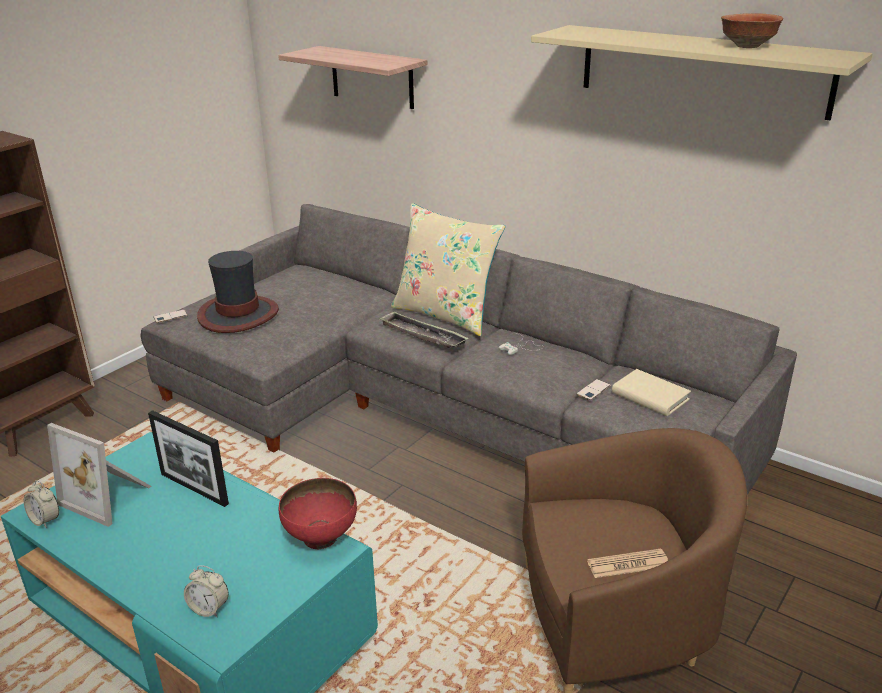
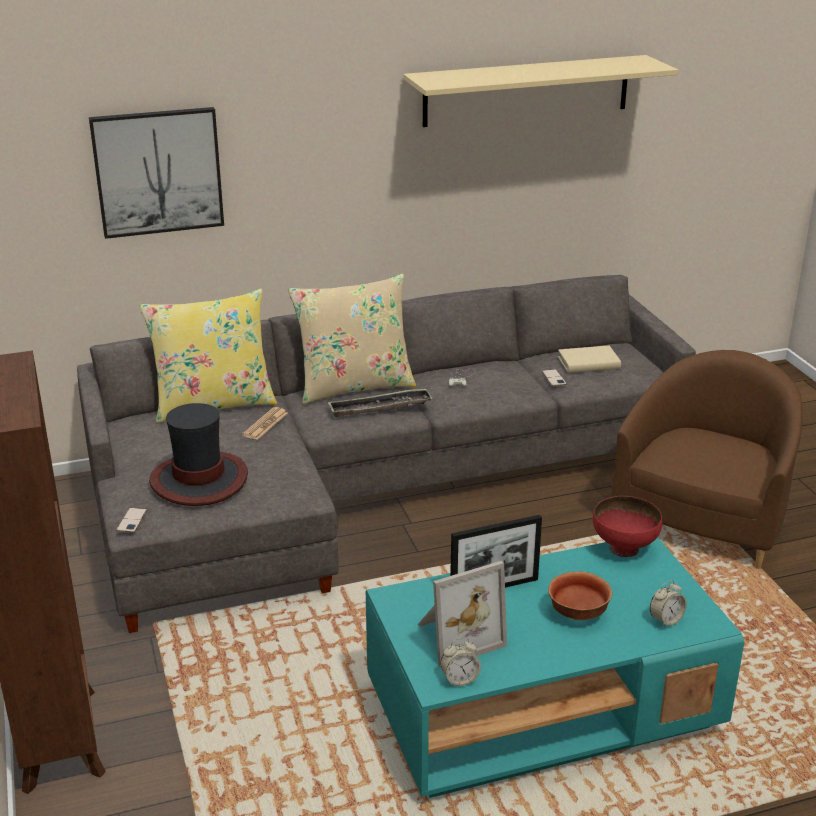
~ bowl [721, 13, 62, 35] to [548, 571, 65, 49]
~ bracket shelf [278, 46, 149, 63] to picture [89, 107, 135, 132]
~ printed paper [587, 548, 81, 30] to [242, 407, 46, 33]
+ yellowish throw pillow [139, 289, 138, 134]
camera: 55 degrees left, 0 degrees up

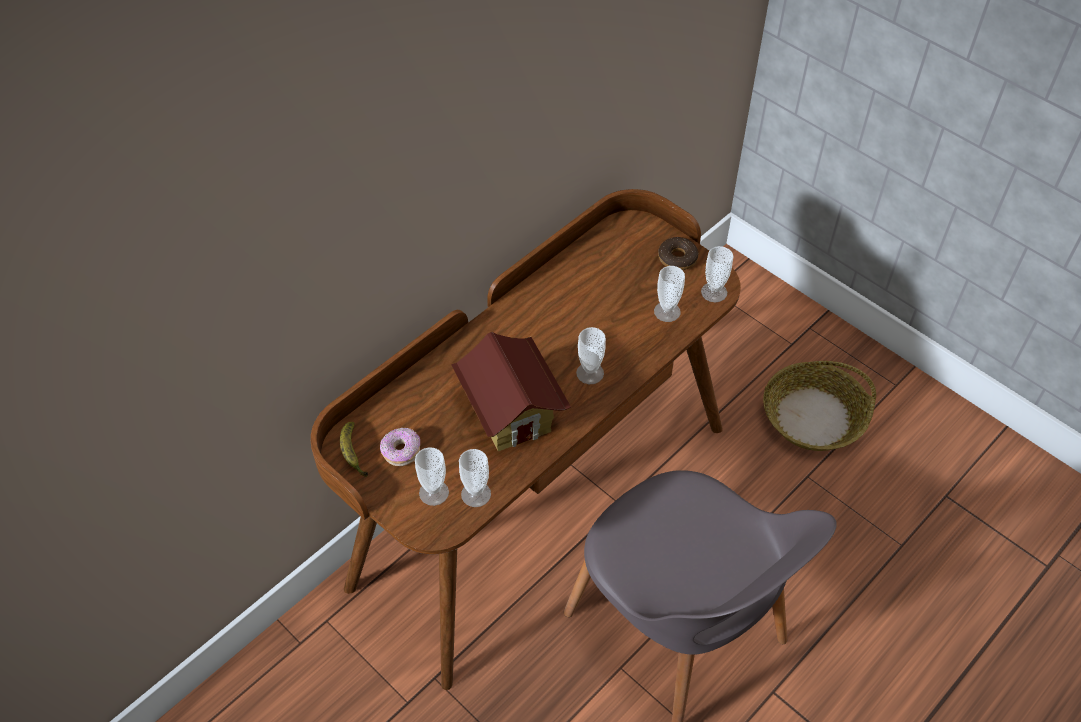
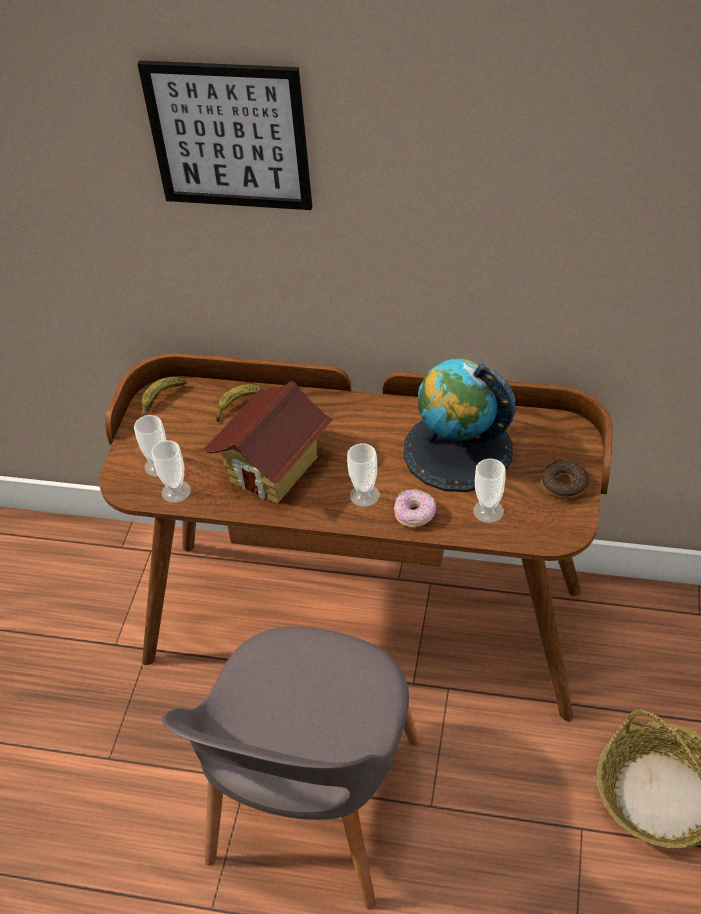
- cup [701, 246, 32, 56]
~ doughnut [380, 428, 40, 38] to [394, 489, 42, 38]
+ picture [138, 60, 174, 150]
+ globe [403, 358, 112, 134]
+ banana fruit [216, 384, 52, 38]
camera: 60 degrees right, 5 degrees down

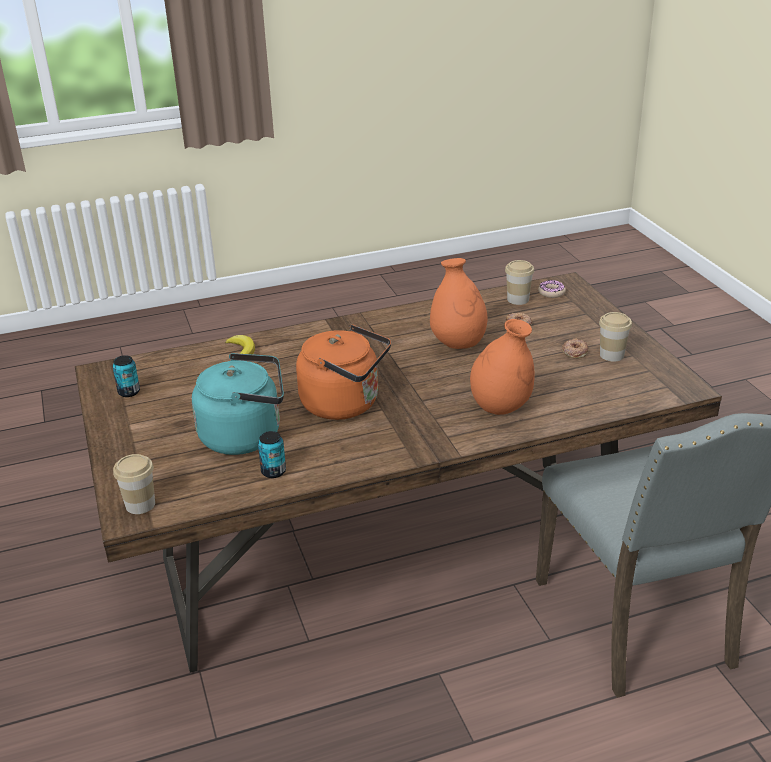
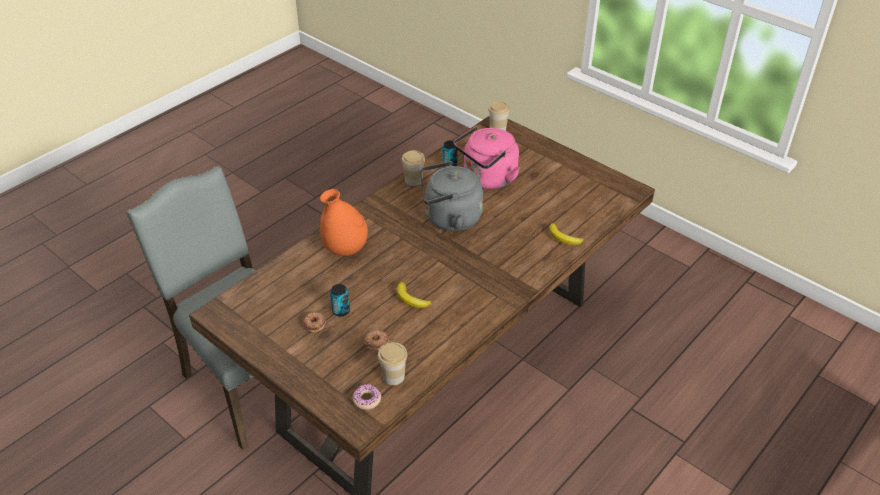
~ orangey decorative vase [430, 258, 57, 91] to banana fruit [397, 282, 35, 26]
~ cup [599, 312, 33, 49] to [402, 150, 23, 36]
~ orangey water kettle [296, 324, 95, 96] to gray water kettle [420, 161, 63, 70]
~ turquoise-coloured water kettle [192, 353, 92, 102] to pink-coloured water kettle [453, 126, 67, 63]
~ can [112, 355, 28, 42] to [330, 284, 20, 33]
camera: 150 degrees right, 10 degrees up

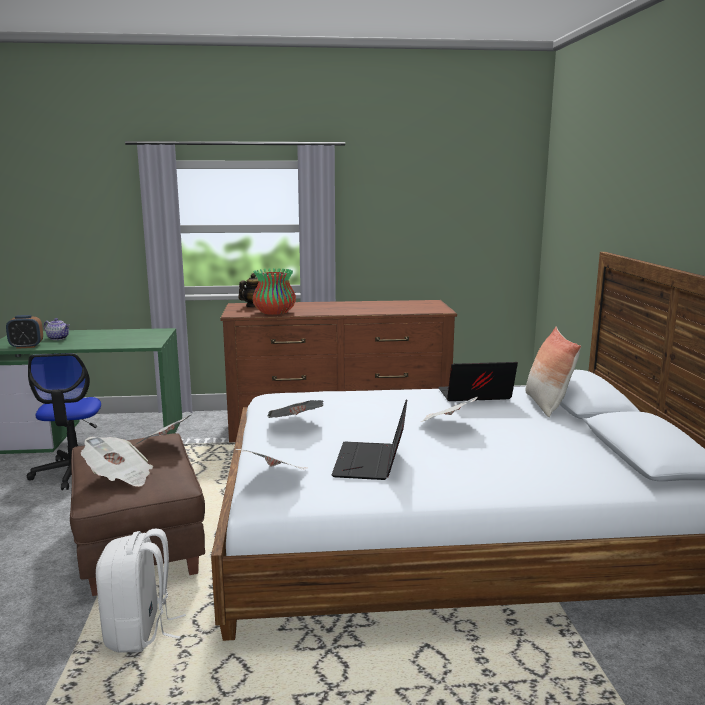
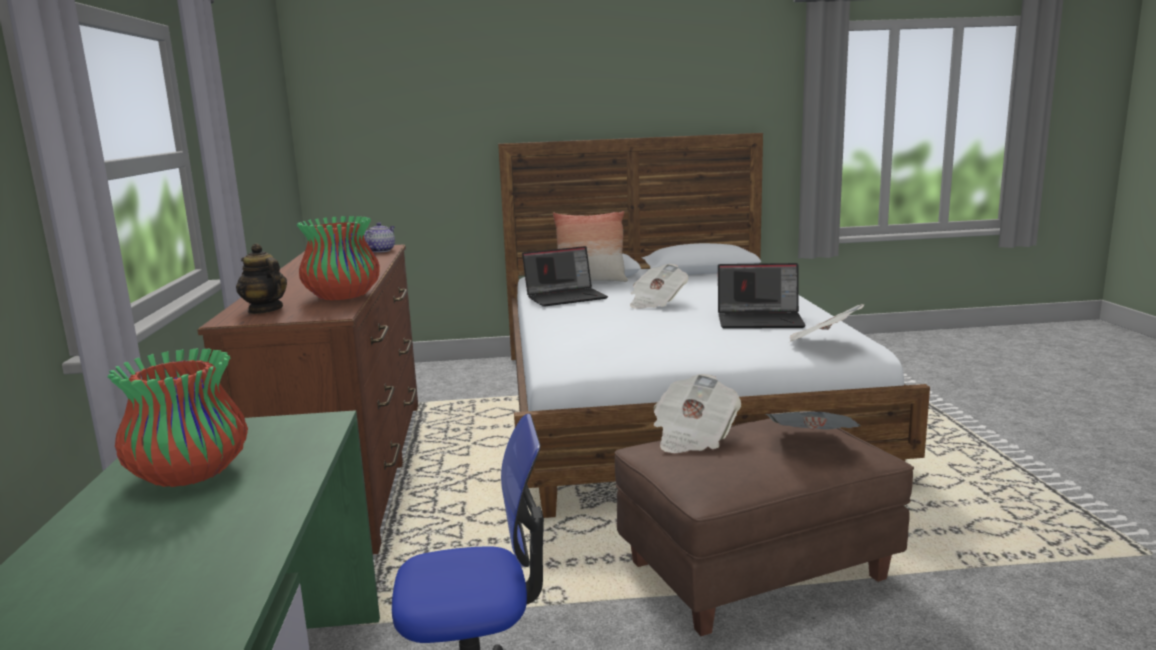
- alarm clock [6, 315, 37, 34]
~ teapot [44, 318, 26, 22] to [364, 222, 31, 31]
~ portable computer [438, 362, 80, 39] = [522, 246, 86, 61] 105 degrees counterclockwise
- printed paper [267, 400, 57, 18]
- white rucksack [96, 529, 90, 124]
+ decorative vase [107, 348, 141, 139]
camera: 90 degrees left, 0 degrees up

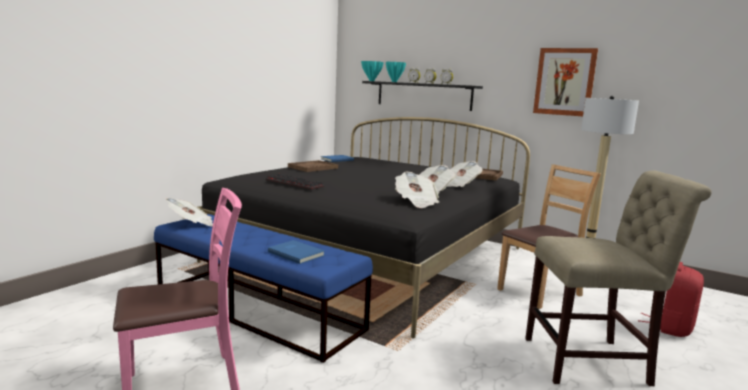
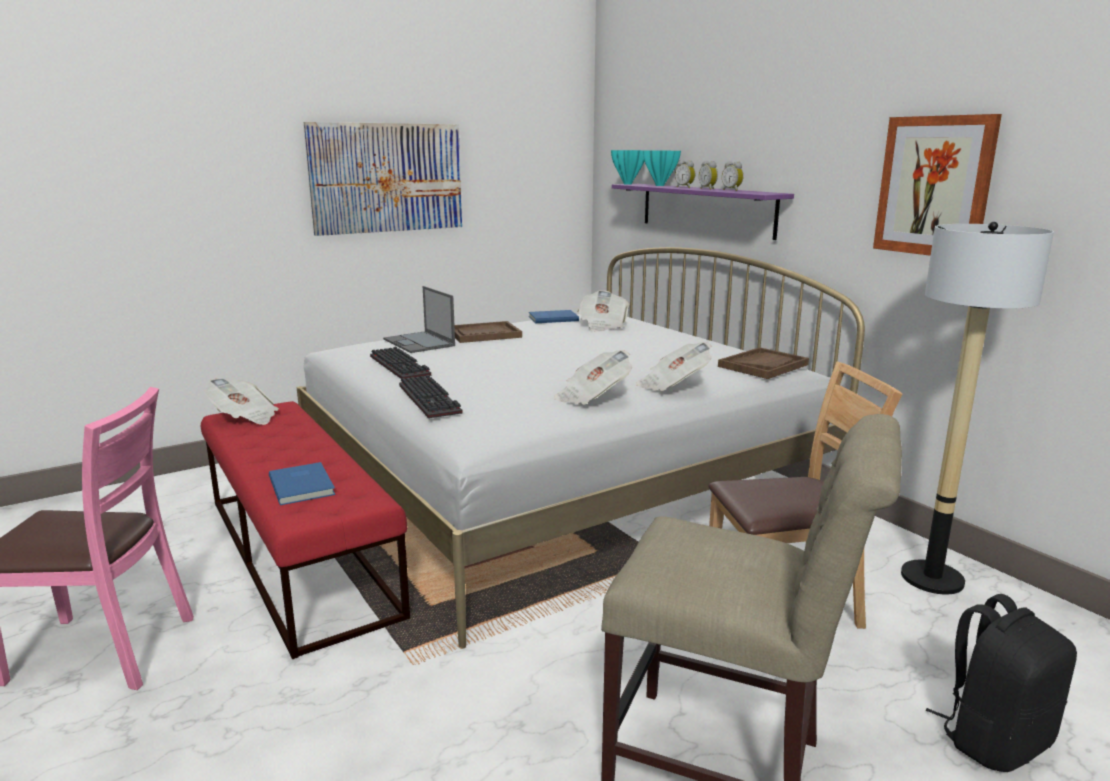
~ blackish bracket shelf [362, 81, 121, 30] to purple-coloured bracket shelf [612, 184, 182, 56]
~ blackish bed [197, 117, 333, 222] to white bed [297, 247, 568, 402]
~ printed paper [395, 172, 44, 36] to [577, 290, 52, 42]
~ blue long seat [154, 214, 219, 149] to red-coloured long seat [201, 401, 209, 258]
~ red-coloured rucksack [638, 262, 66, 75] to blackish rucksack [926, 594, 151, 178]
+ picture [304, 122, 158, 114]
+ portable computer [383, 286, 72, 67]
+ computer keyboard [399, 375, 64, 43]
camera: 25 degrees right, 5 degrees up

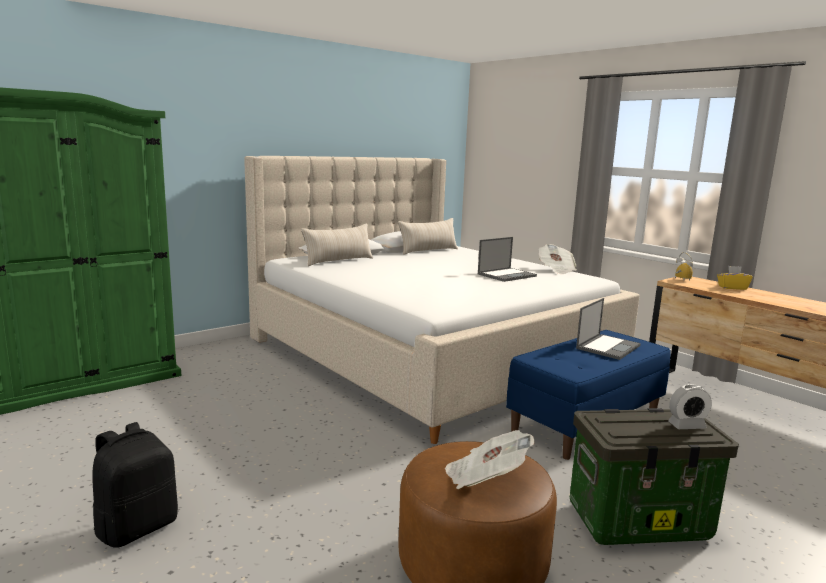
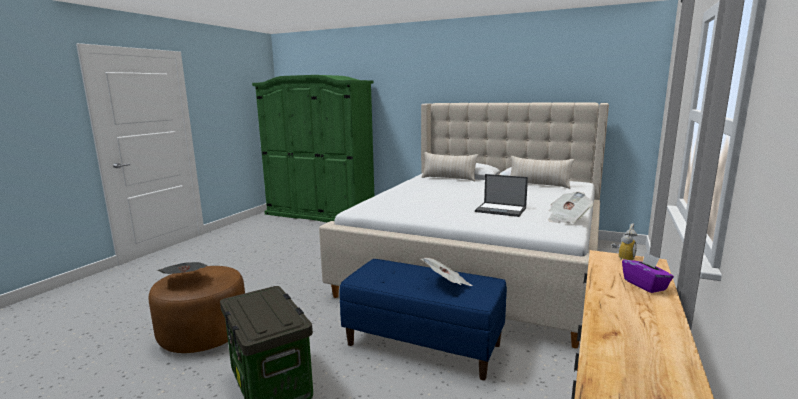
~ yellowish tissue box [717, 266, 36, 24] to purple-coloured tissue box [622, 253, 52, 40]
~ portable computer [576, 298, 65, 62] to printed paper [421, 258, 52, 28]
- alarm clock [668, 384, 44, 45]
- blackish rucksack [92, 422, 86, 126]
camera: 65 degrees right, 0 degrees up

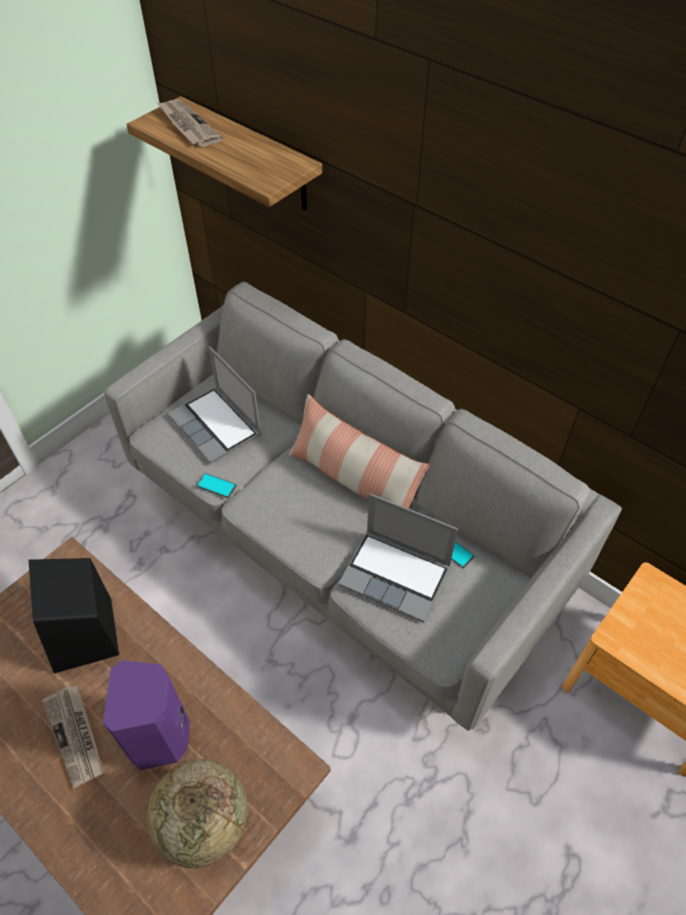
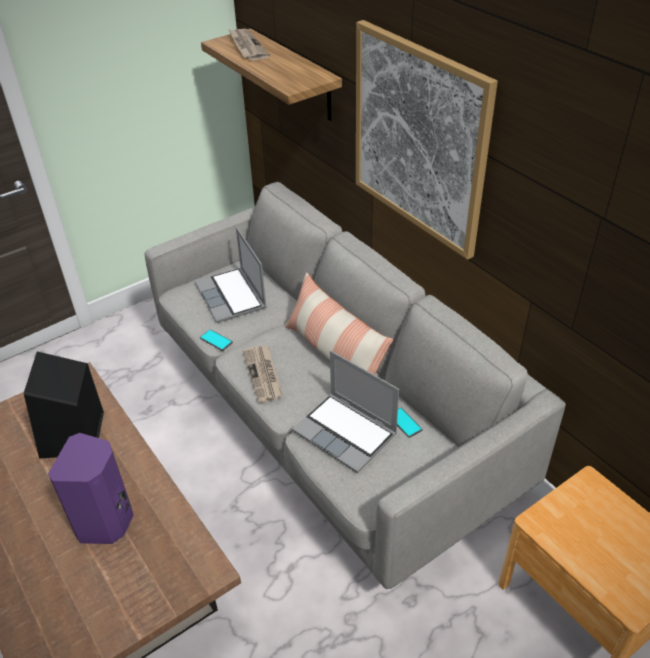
~ printed paper [42, 686, 62, 102] to [242, 345, 41, 58]
- globe [147, 759, 101, 109]
+ picture [356, 20, 142, 240]
camera: 15 degrees right, 10 degrees down

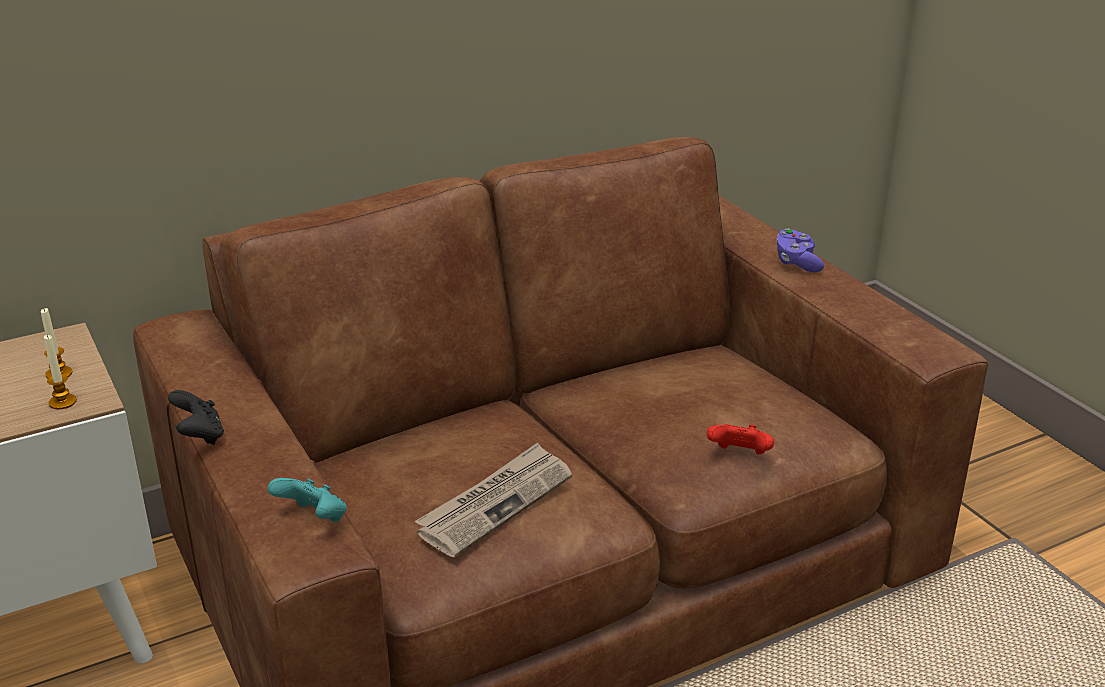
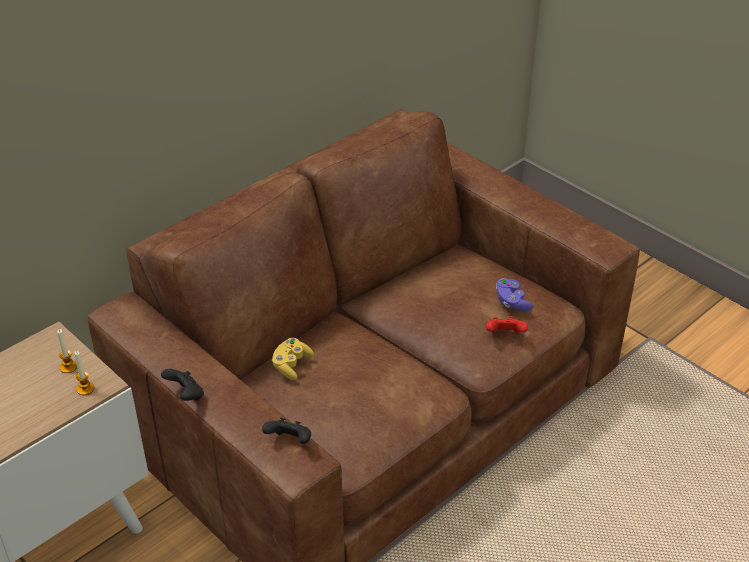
~ purple-coloured gamepad [777, 228, 47, 45] to [496, 278, 37, 34]
- printed paper [415, 442, 157, 116]
~ turquoise-coloured gamepad [268, 478, 79, 44] to blackish gamepad [262, 418, 49, 26]
+ yellowish gamepad [272, 338, 42, 42]
camera: 15 degrees left, 10 degrees up

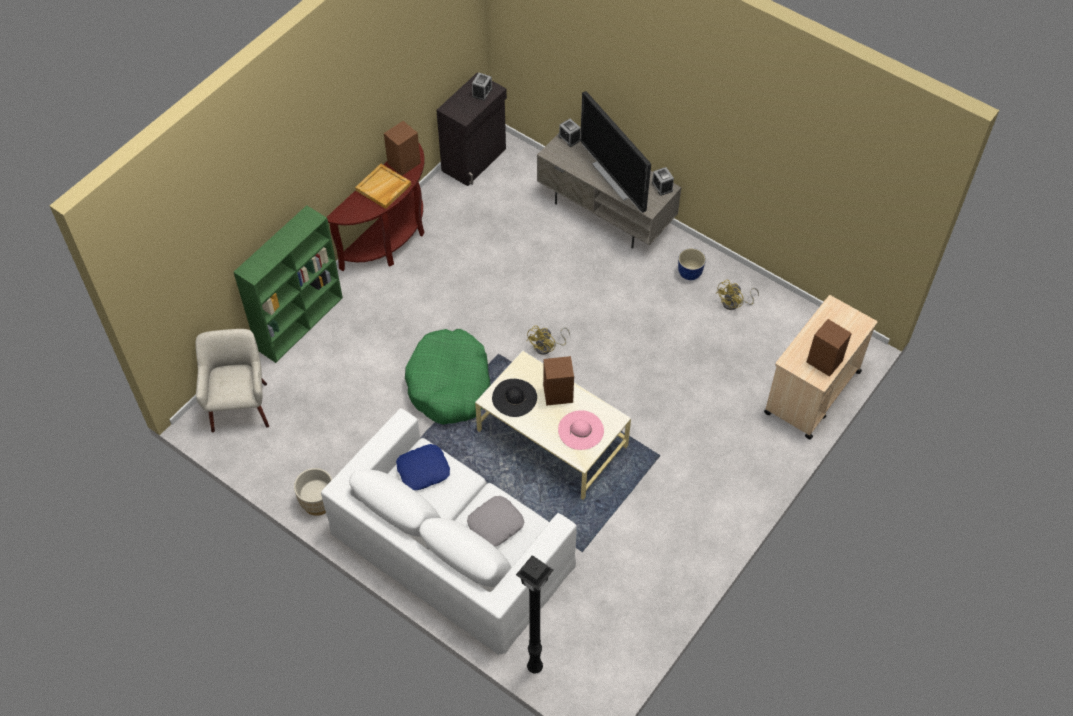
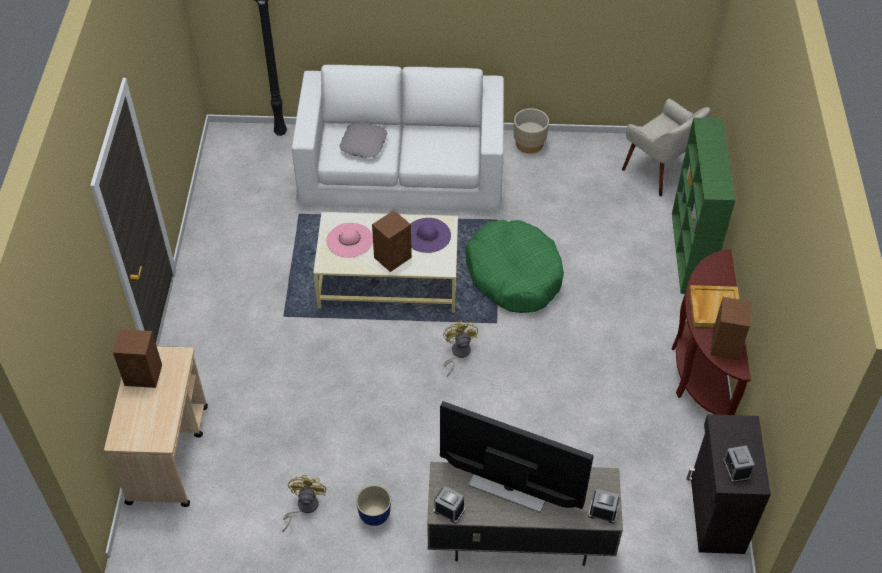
~ blackish wearable hat [492, 379, 45, 38] to purple-coloured wearable hat [410, 218, 41, 35]
- blue throw pillow [396, 444, 54, 46]
camera: 145 degrees right, 5 degrees down

